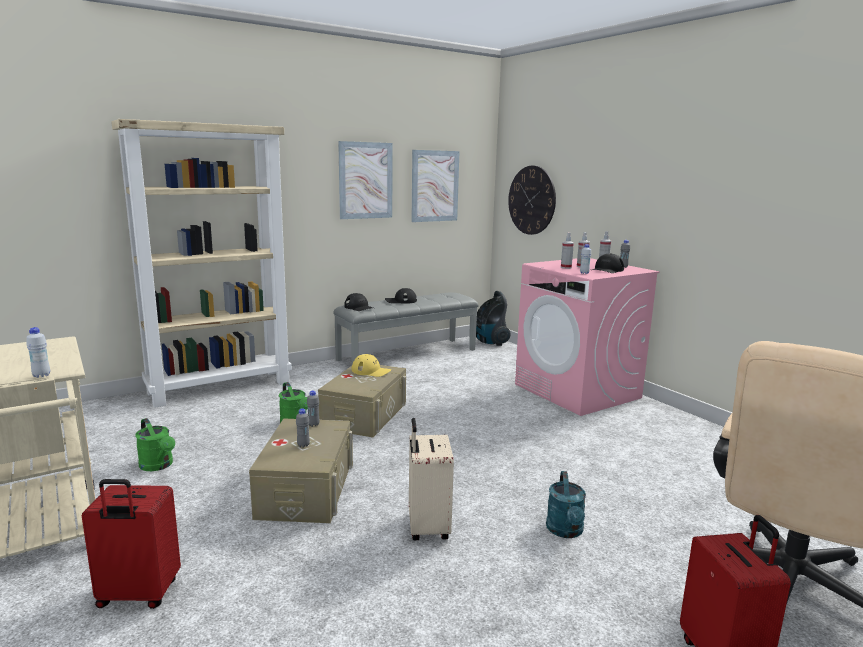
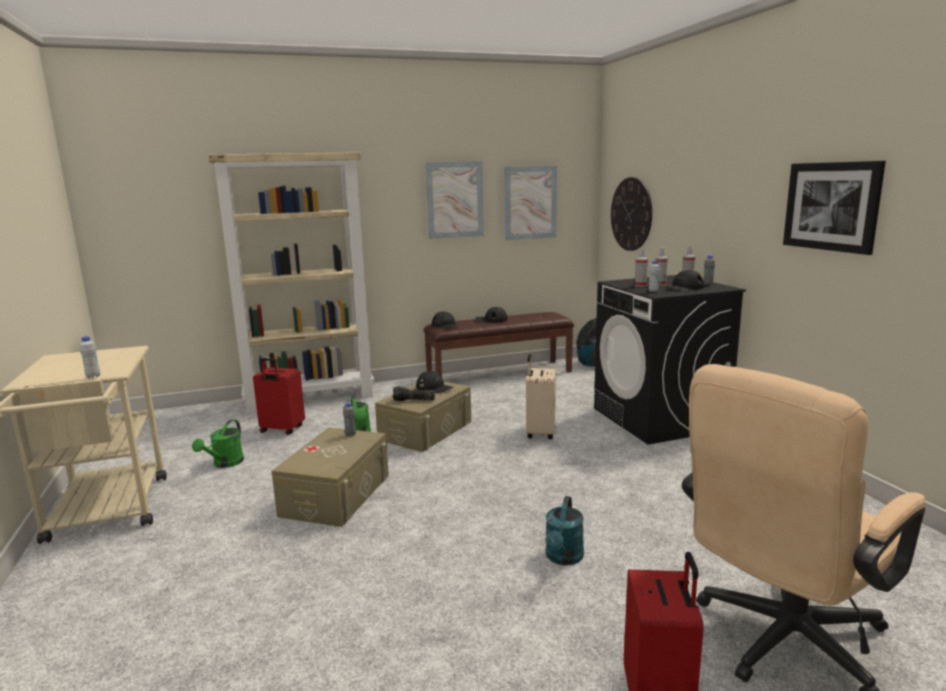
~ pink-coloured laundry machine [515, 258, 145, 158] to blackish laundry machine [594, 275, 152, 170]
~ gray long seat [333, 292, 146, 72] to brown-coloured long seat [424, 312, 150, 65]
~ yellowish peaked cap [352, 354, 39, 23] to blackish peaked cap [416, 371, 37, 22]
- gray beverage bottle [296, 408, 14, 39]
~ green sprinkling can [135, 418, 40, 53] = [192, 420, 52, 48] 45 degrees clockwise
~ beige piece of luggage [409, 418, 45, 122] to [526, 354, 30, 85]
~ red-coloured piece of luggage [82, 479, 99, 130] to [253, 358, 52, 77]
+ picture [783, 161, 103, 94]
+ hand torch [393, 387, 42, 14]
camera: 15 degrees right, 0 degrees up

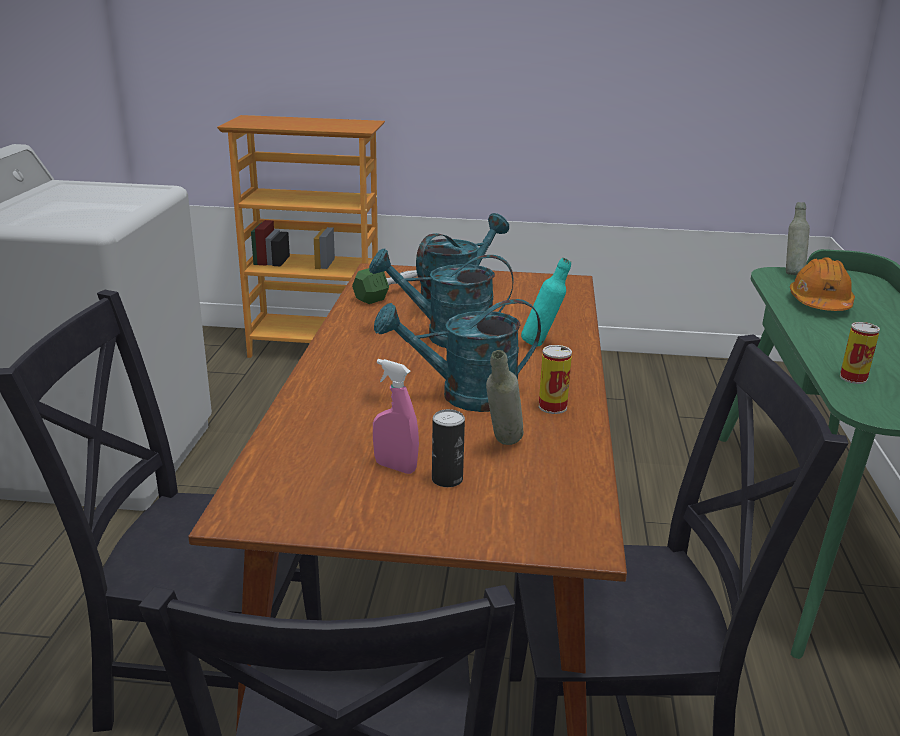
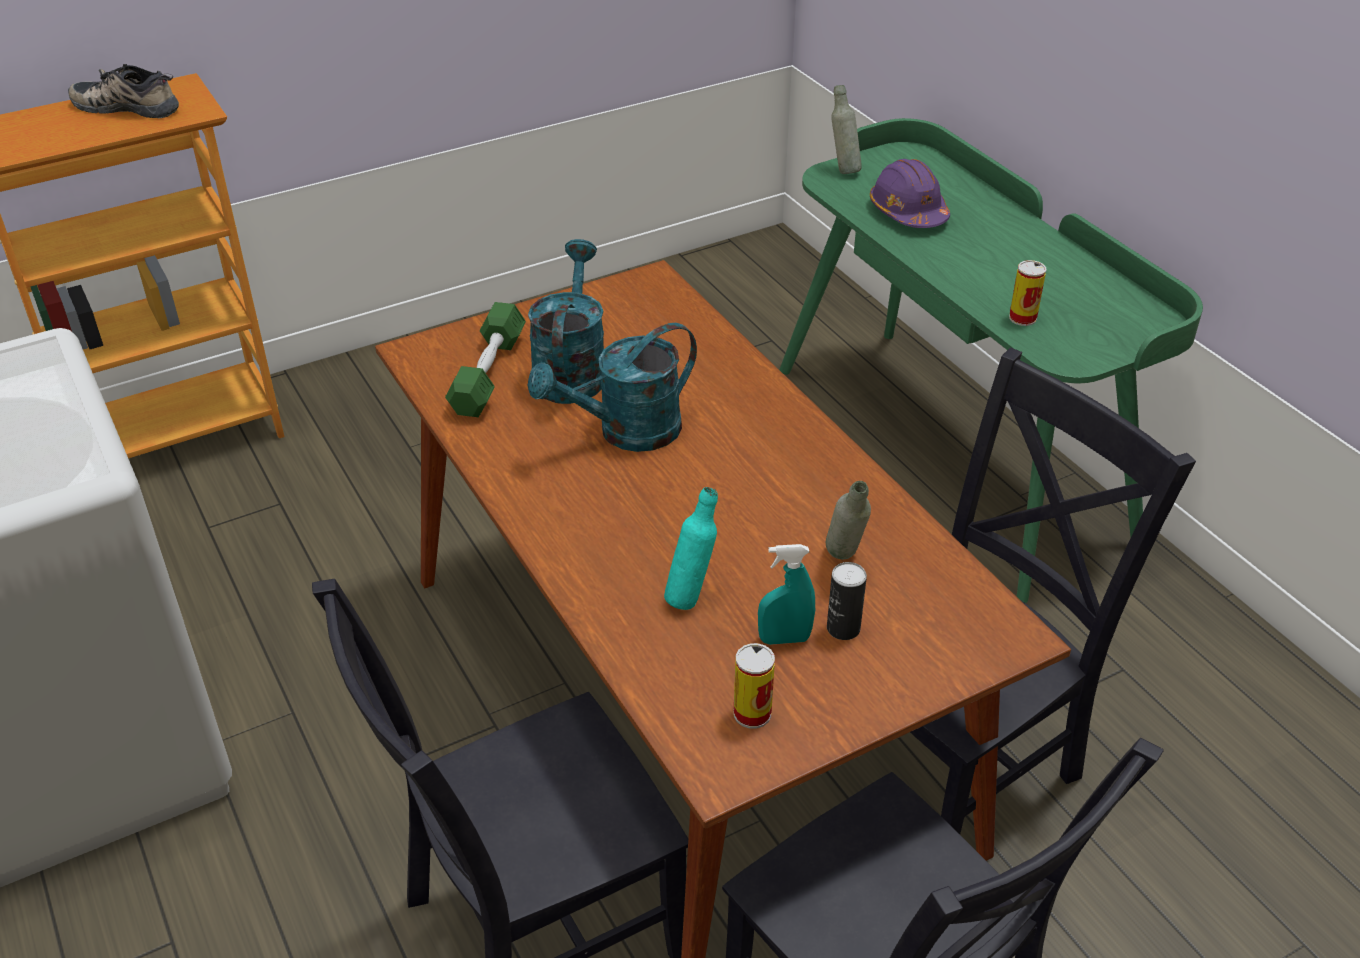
~ orangey safety helmet [790, 257, 65, 54] to purple-coloured safety helmet [870, 159, 80, 69]
~ turquoise-coloured beverage bottle [521, 258, 50, 89] to [664, 487, 54, 123]
- turquoise-coloured sprinkling can [374, 299, 167, 113]
~ can [539, 345, 33, 69] to [734, 643, 41, 86]
~ pink-coloured sprayer [373, 359, 46, 115] to turquoise-coloured sprayer [758, 544, 57, 101]
+ item of footwear [68, 64, 111, 54]
camera: 35 degrees left, 15 degrees up

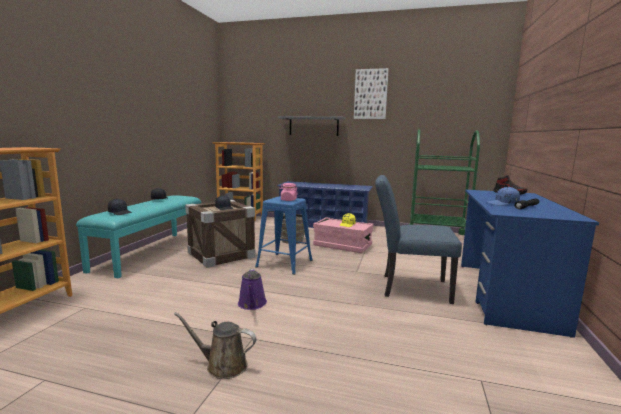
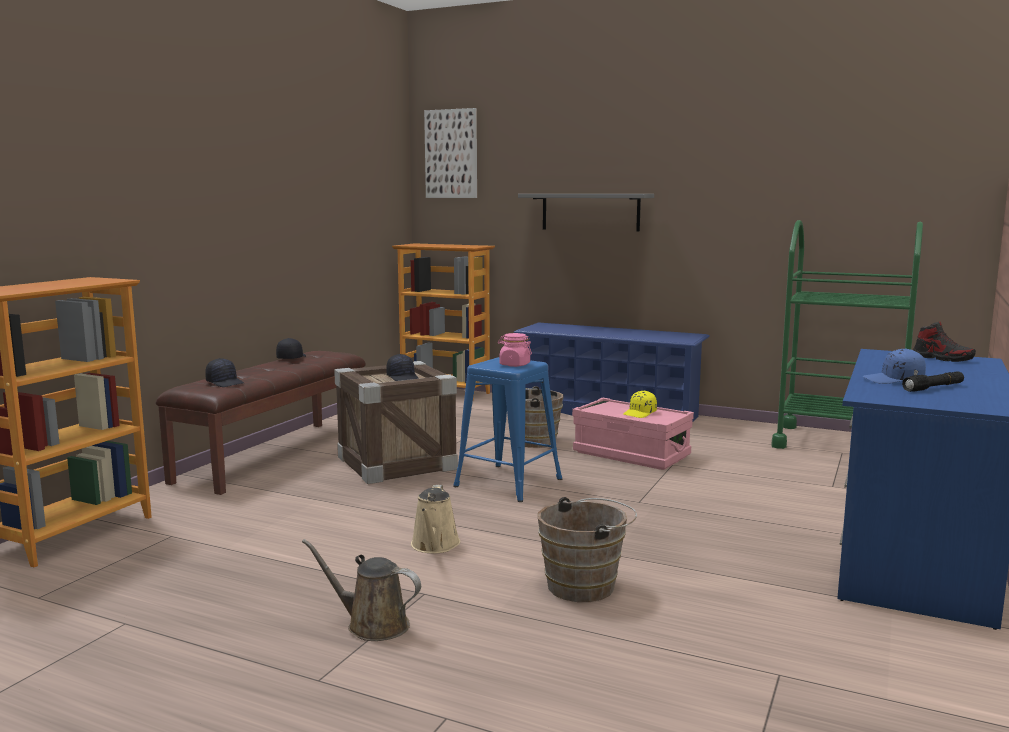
~ picture [354, 68, 35, 51] to [424, 108, 53, 90]
- blue plain chair [375, 175, 87, 129]
~ turquoise-coloured long seat [76, 195, 125, 83] to brown-coloured long seat [156, 351, 210, 144]
~ purple-coloured sprinkling can [238, 268, 29, 42] to beige sprinkling can [411, 485, 49, 69]
+ brown-coloured water bucket [538, 497, 99, 105]
camera: 10 degrees right, 0 degrees up

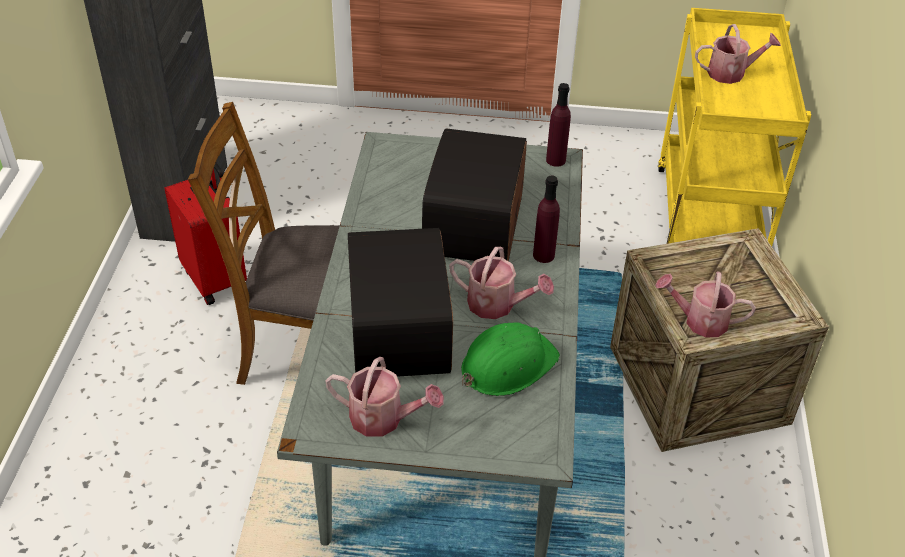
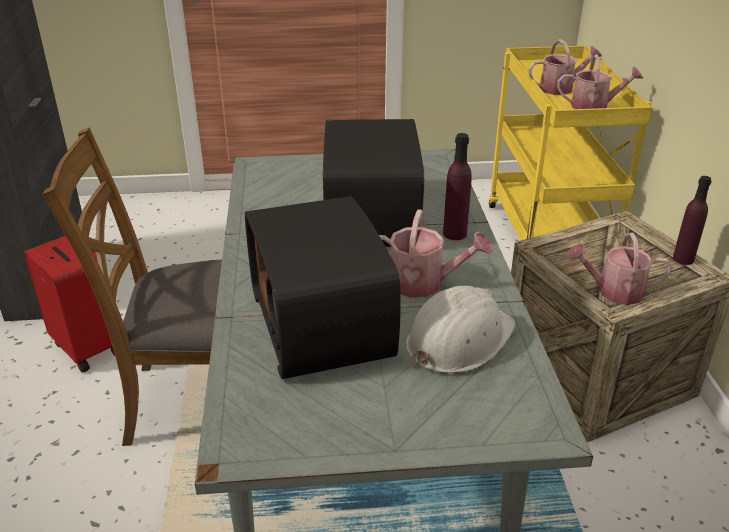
~ purple-coloured beverage bottle [546, 83, 25, 84] to [673, 176, 39, 89]
~ green safety helmet [461, 322, 99, 74] to white safety helmet [406, 286, 110, 87]
~ sprinkling can [325, 357, 119, 80] to [557, 55, 86, 54]
camera: 10 degrees left, 10 degrees down

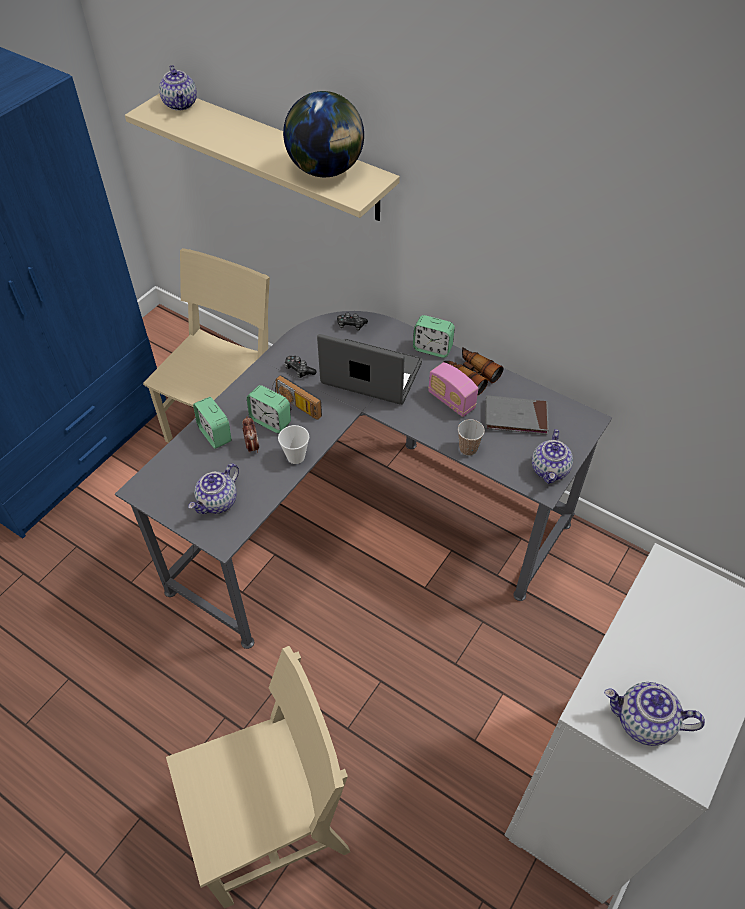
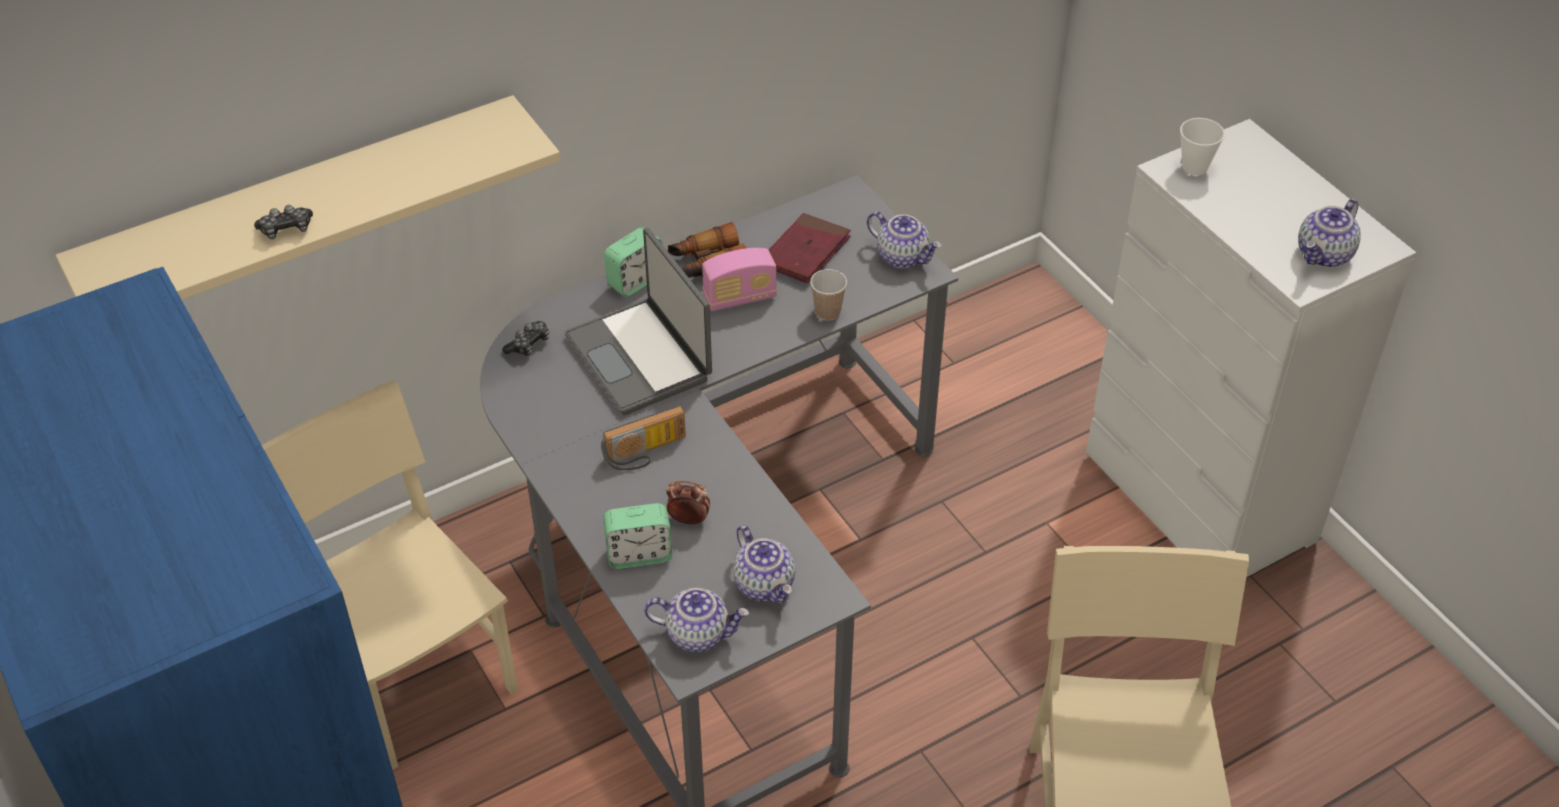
~ teapot [159, 65, 38, 46] to [644, 588, 105, 64]
- globe [283, 91, 81, 86]
~ portable computer [317, 334, 105, 71] = [565, 228, 147, 187] 75 degrees counterclockwise
~ gamepad [284, 356, 33, 22] to [254, 205, 59, 35]
- alarm clock [247, 385, 44, 48]
~ gray volume [485, 395, 64, 40] to red-coloured volume [769, 213, 82, 71]
~ cup [278, 425, 31, 39] to [1180, 118, 45, 57]
camera: 65 degrees left, 5 degrees down

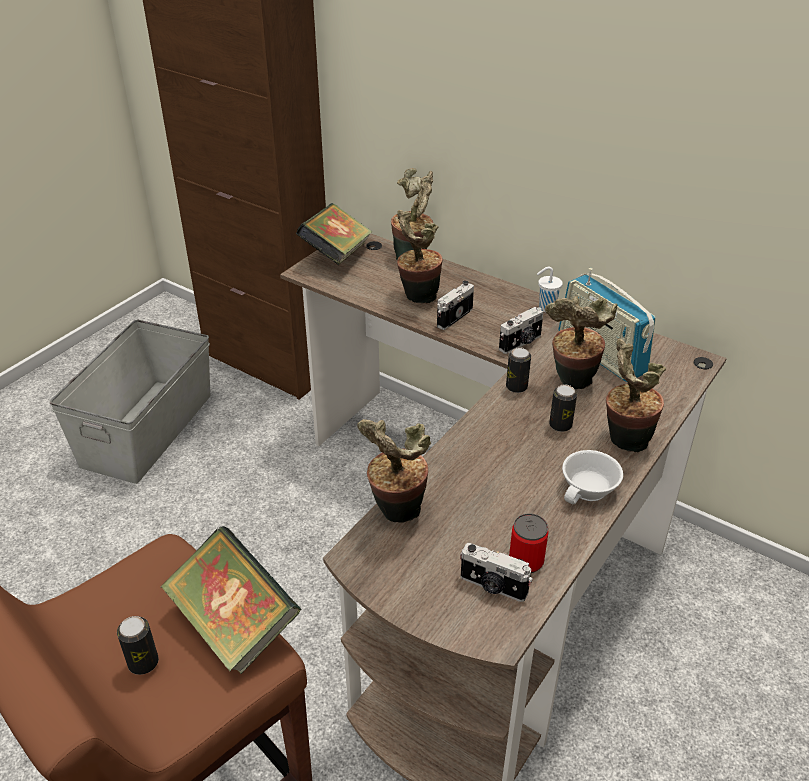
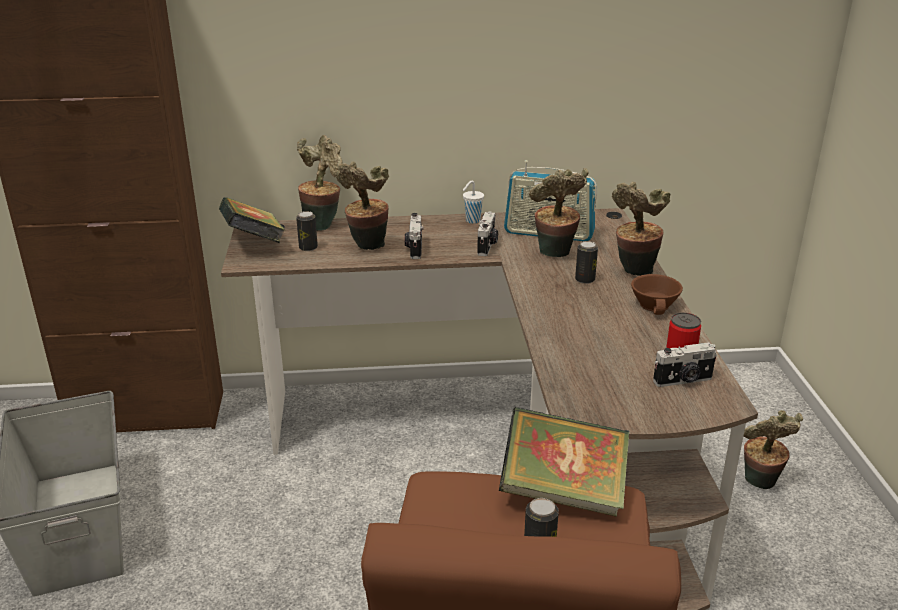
~ can [506, 347, 25, 46] to [296, 211, 22, 40]
~ potted plant [357, 419, 74, 104] to [744, 410, 59, 79]
~ white cup [562, 450, 61, 54] to brown-coloured cup [631, 274, 52, 41]
camera: 40 degrees left, 10 degrees down

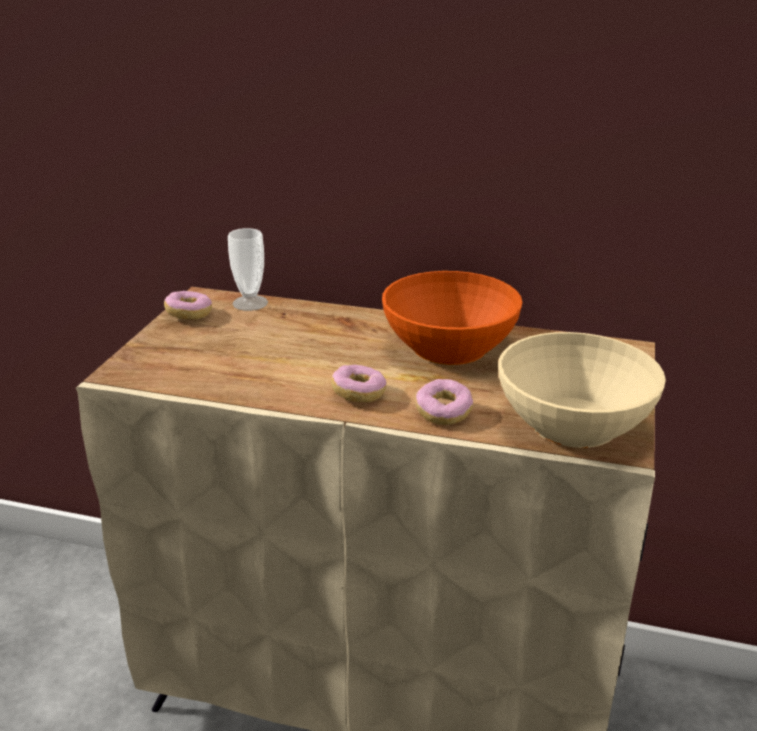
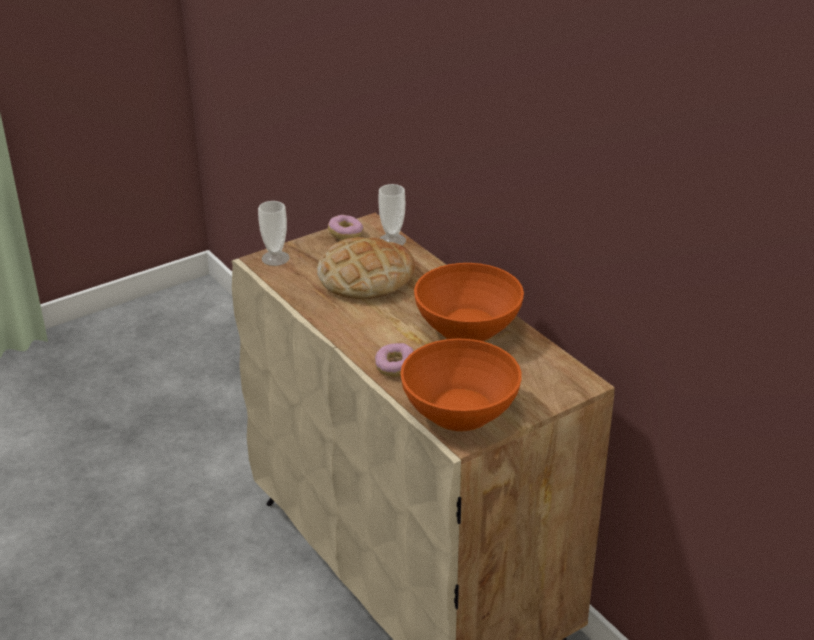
~ beige bowl [498, 332, 168, 116] to orangey bowl [400, 339, 122, 92]
- doughnut [331, 365, 56, 37]
+ cup [258, 201, 32, 65]
+ bread [317, 237, 98, 62]
camera: 40 degrees right, 5 degrees up

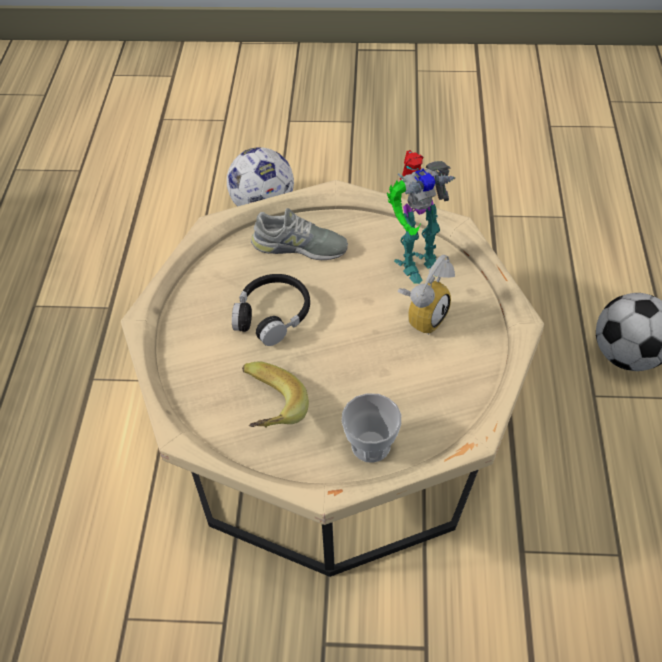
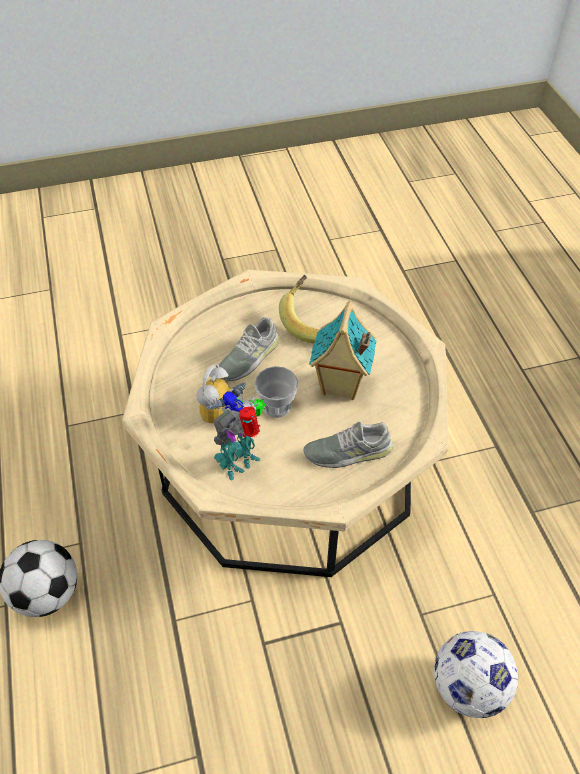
~ blackish headphones [232, 274, 78, 72] to model house [309, 301, 68, 99]
~ cup [342, 393, 59, 70] to [254, 366, 44, 52]
+ gray item of footwear [219, 317, 60, 64]
camera: 160 degrees right, 0 degrees up

